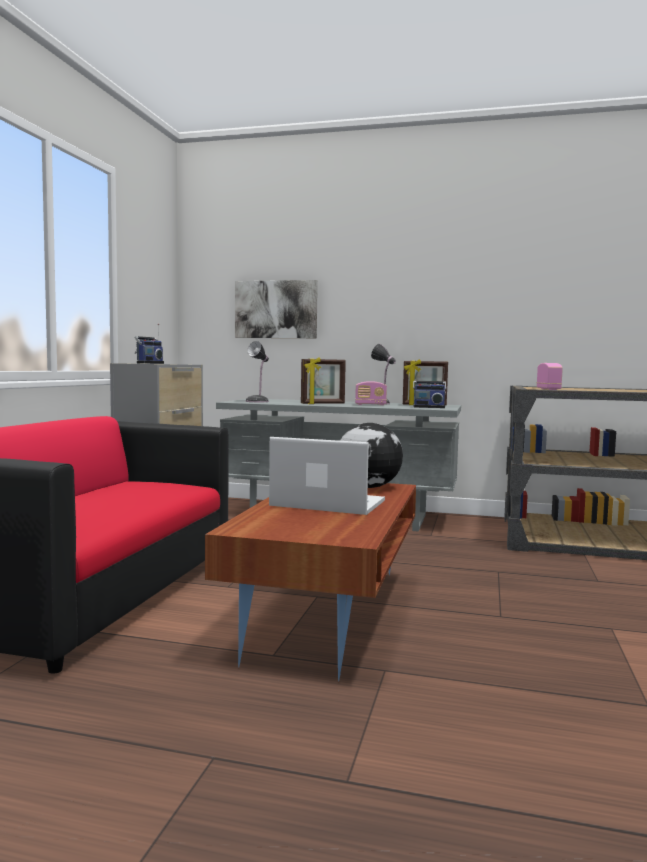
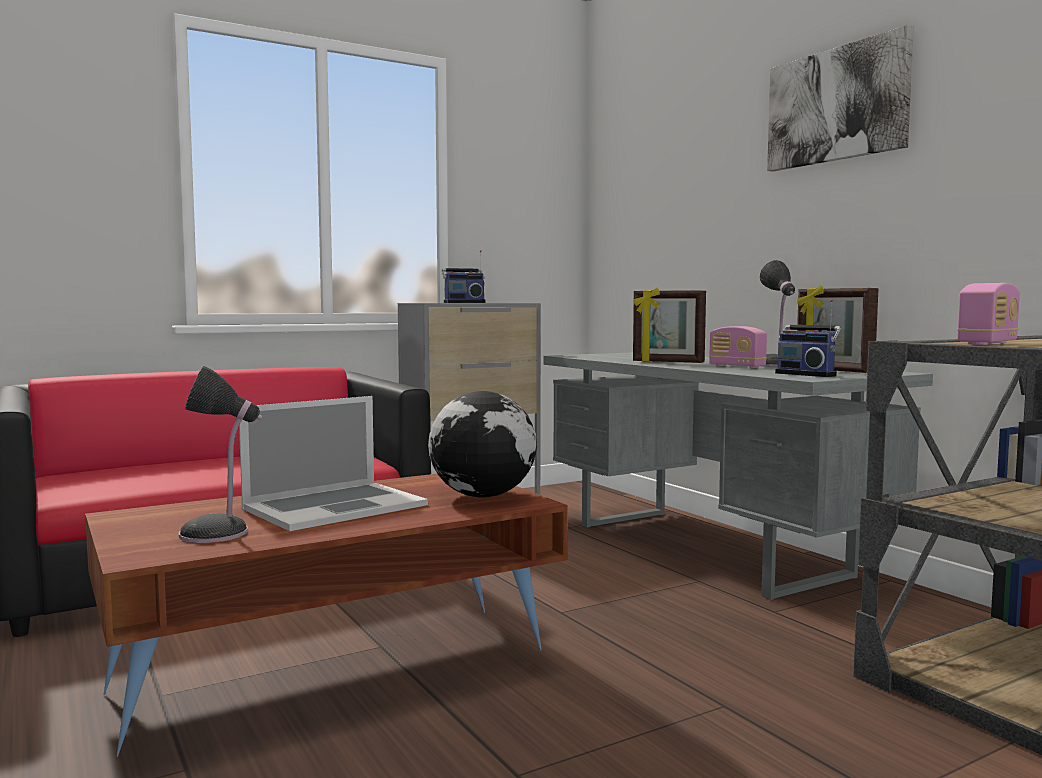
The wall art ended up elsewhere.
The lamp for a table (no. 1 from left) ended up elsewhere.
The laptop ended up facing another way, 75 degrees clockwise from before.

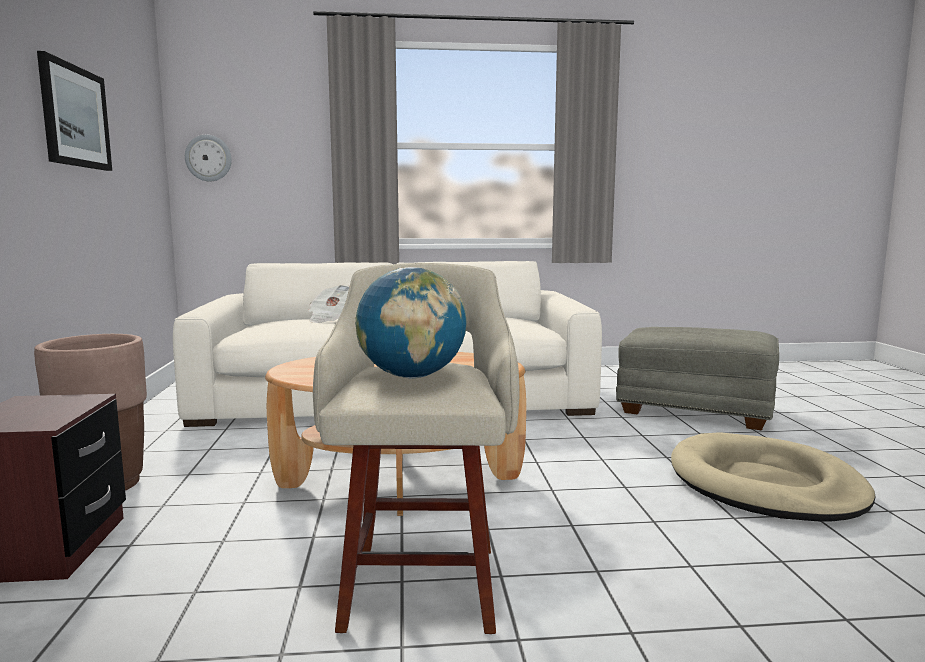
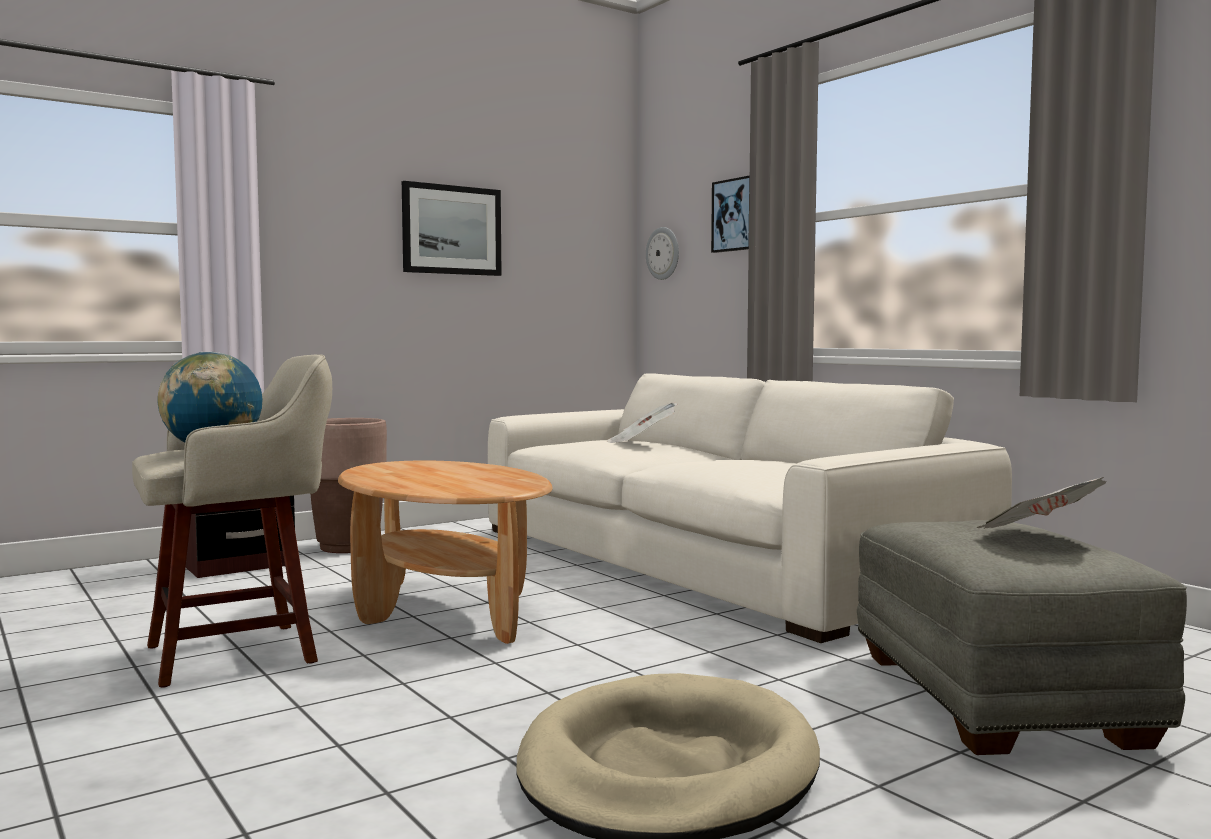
The second view gained the wall art (no. 2 from left).
The second view gained the daily paper (no. 2 from left).

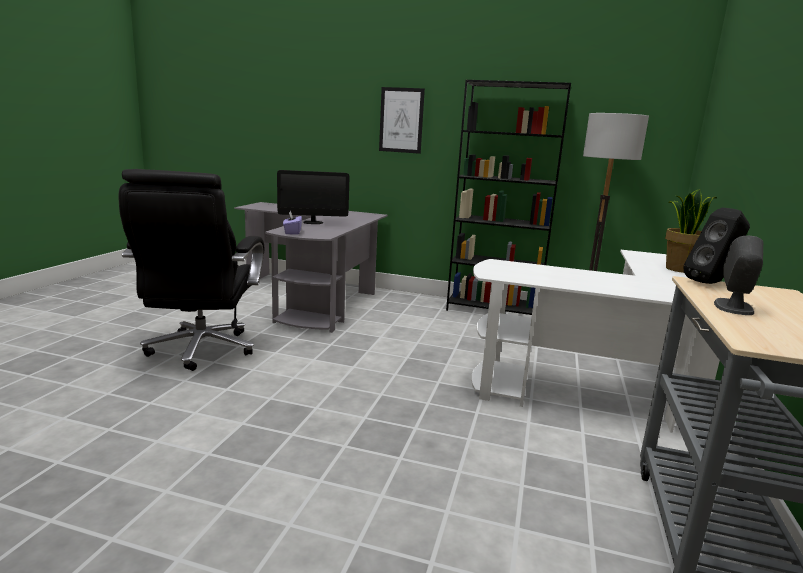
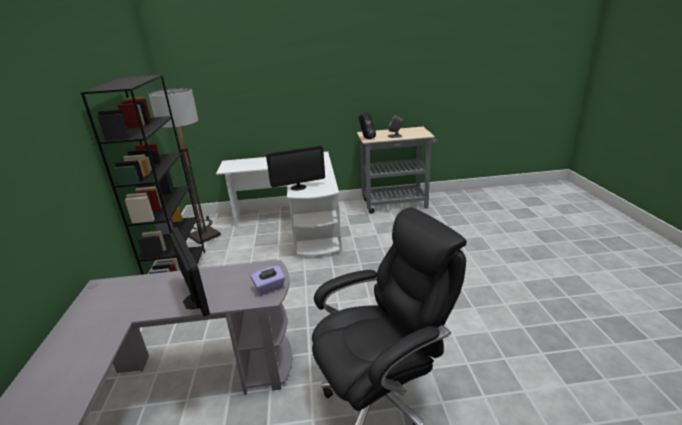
The second view lost the wall art.
The second view lost the potted plant.
The second view gained the computer screen (no. 2 from left).

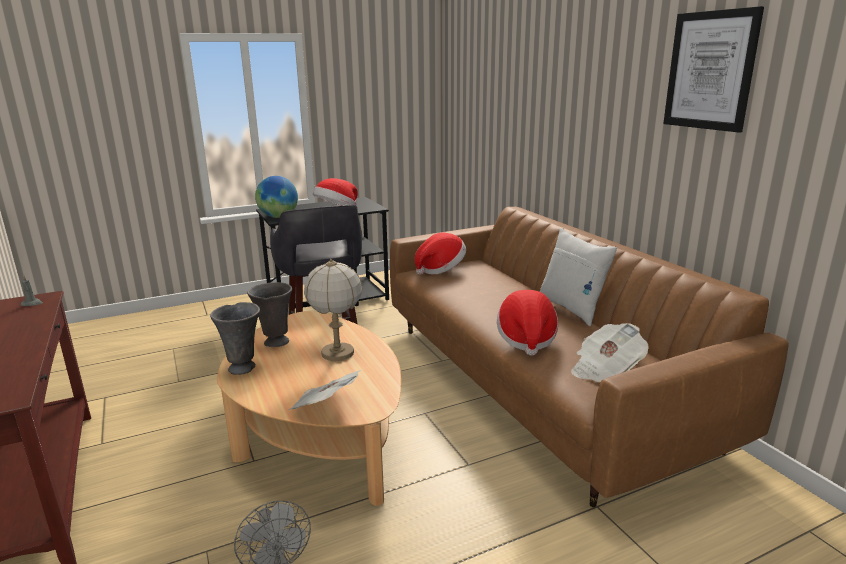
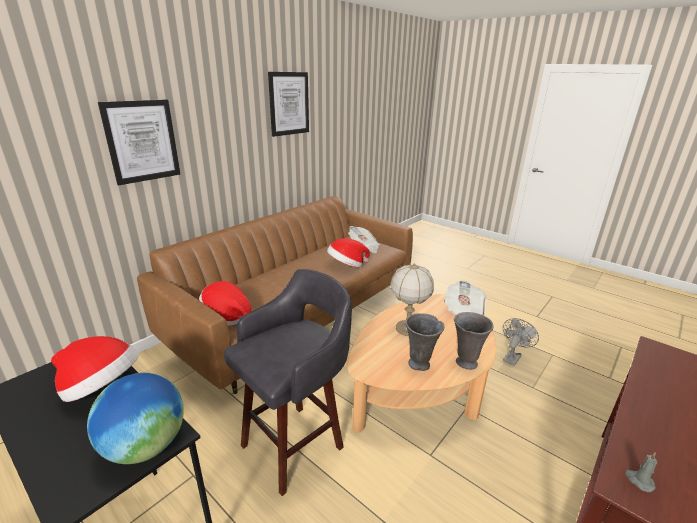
The second view lost the gray cushion.
The second view gained the wall art (no. 1 from left).

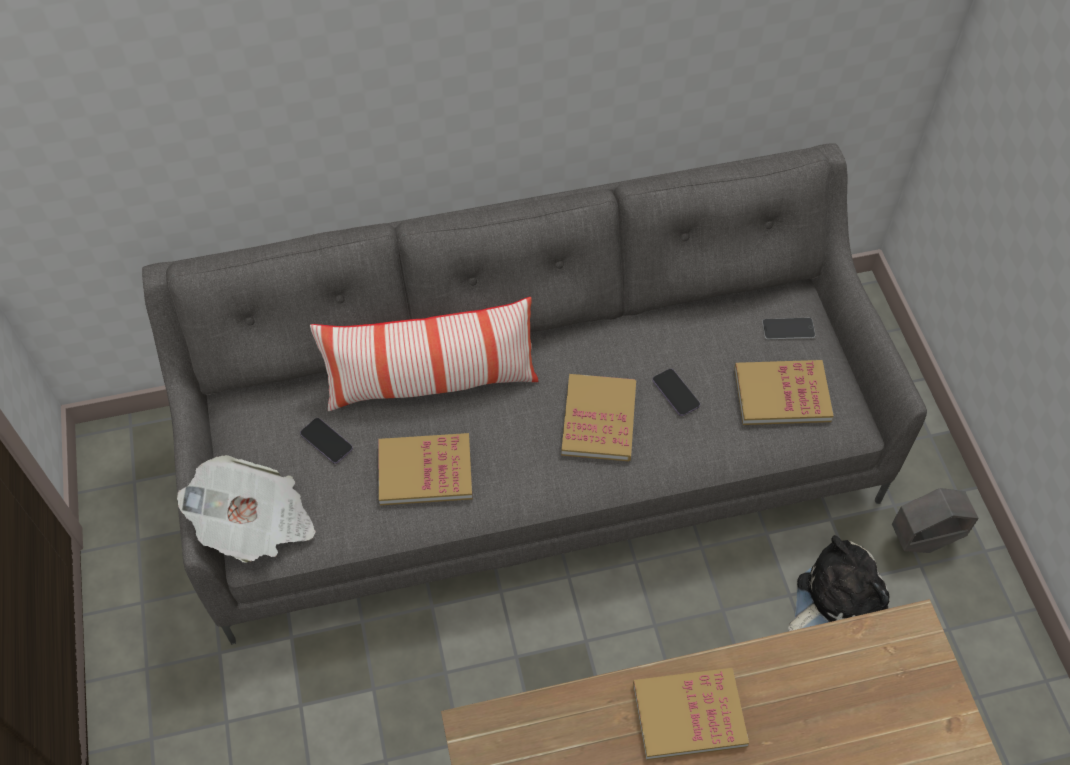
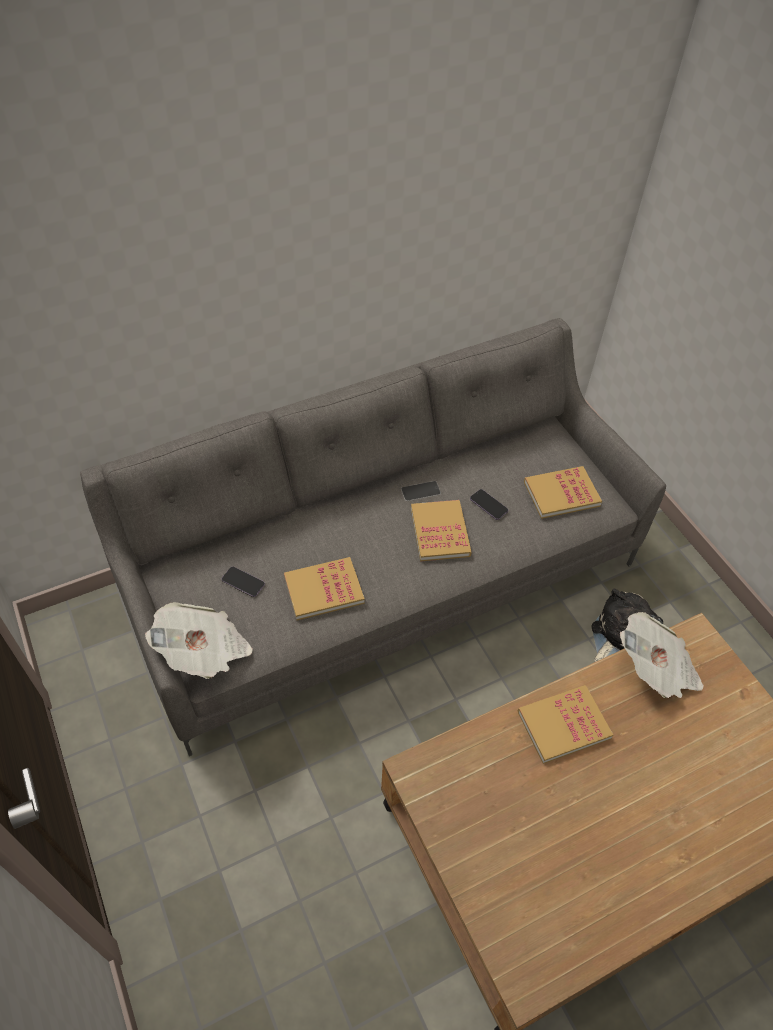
The second view lost the cushion.
The phone (no. 3 from left in the first image) ended up elsewhere.
The second view lost the gray planter.
The second view gained the daily paper (no. 2 from left).

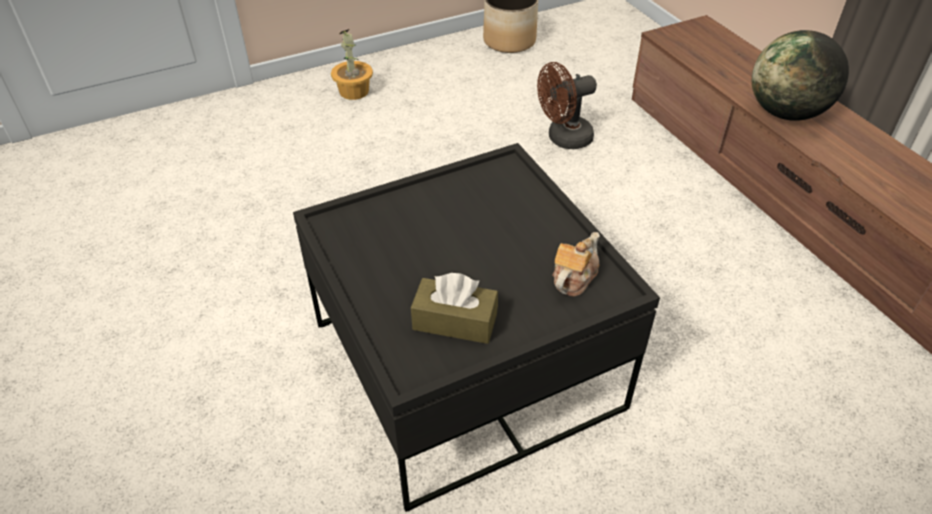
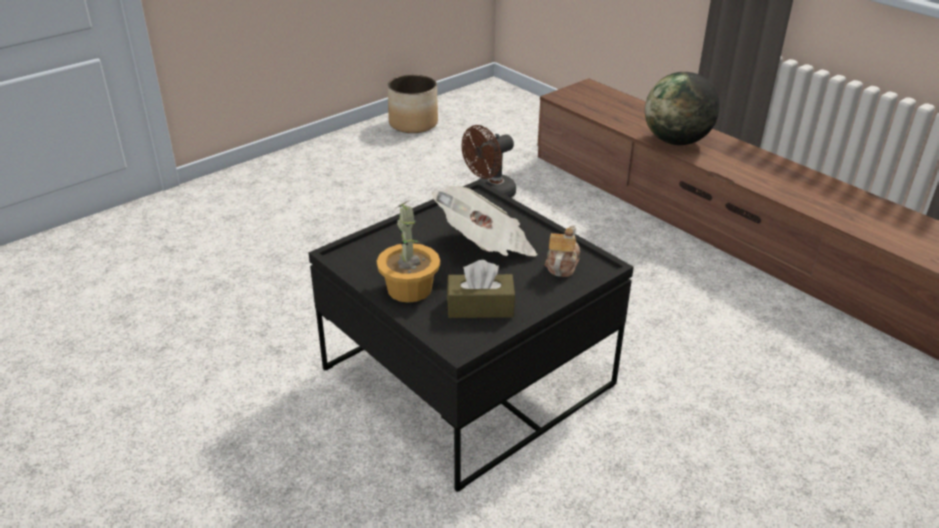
The potted plant ended up elsewhere.
The second view gained the daily paper.

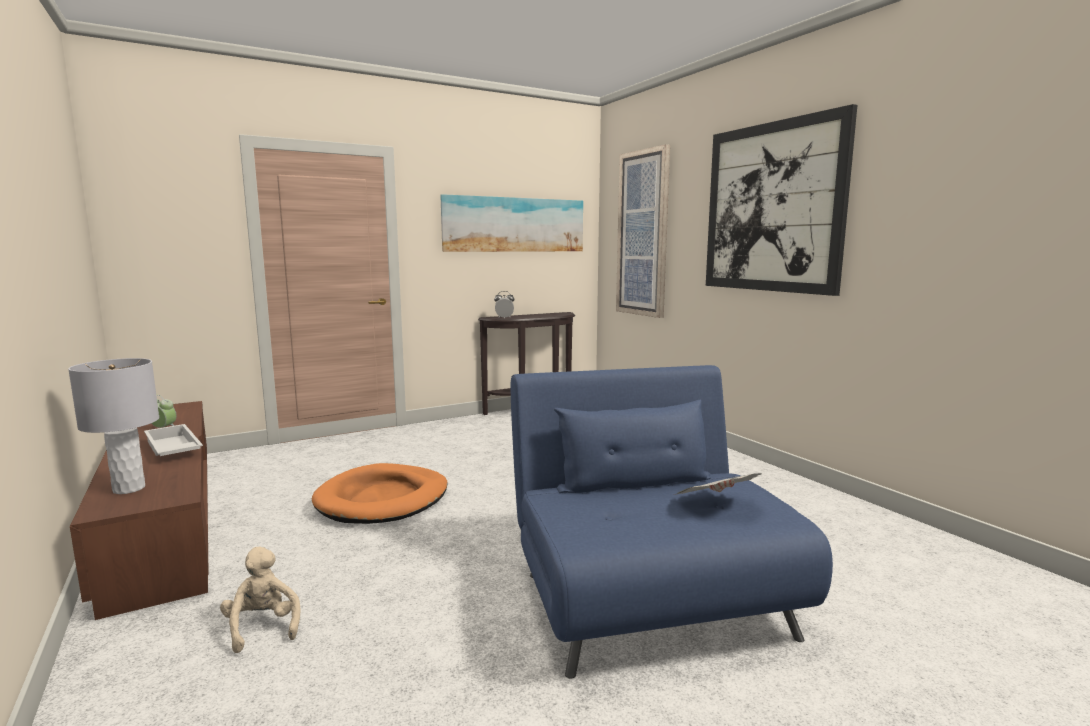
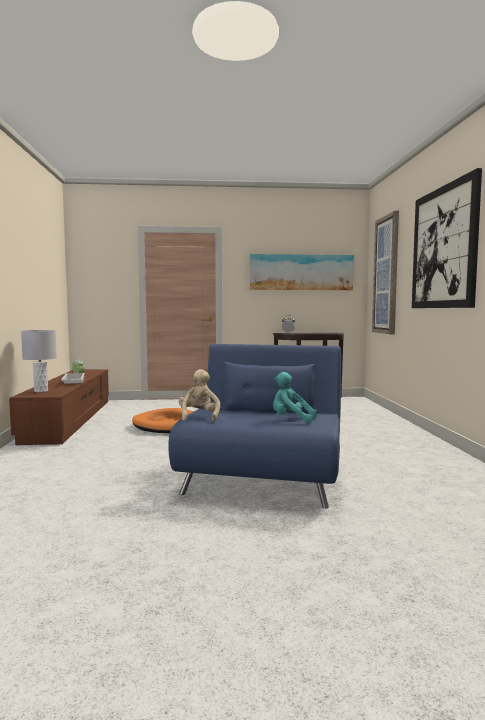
Where the daily paper stood, the blue-green cuddly toy came to stand.
The beige cuddly toy ended up elsewhere.

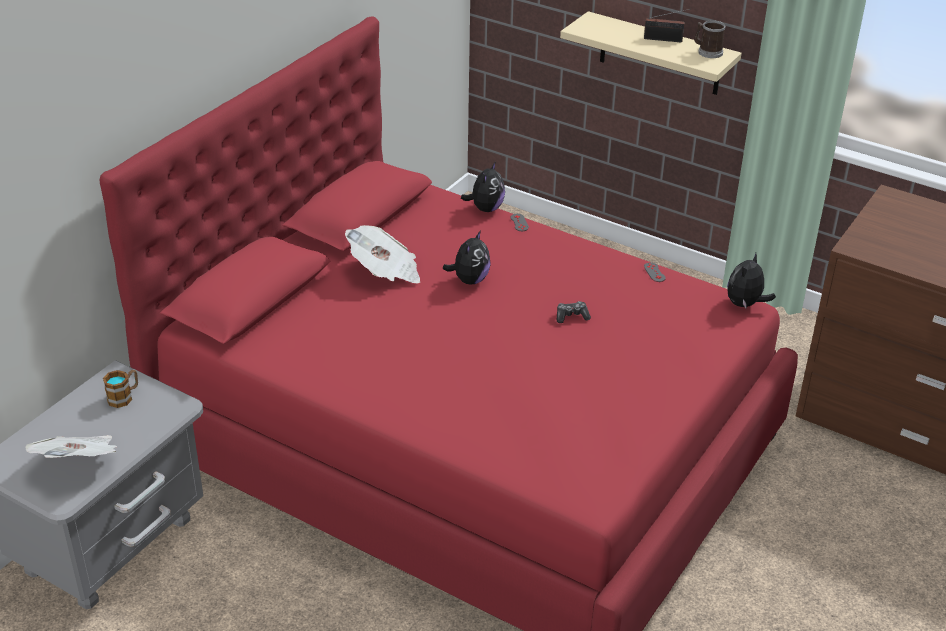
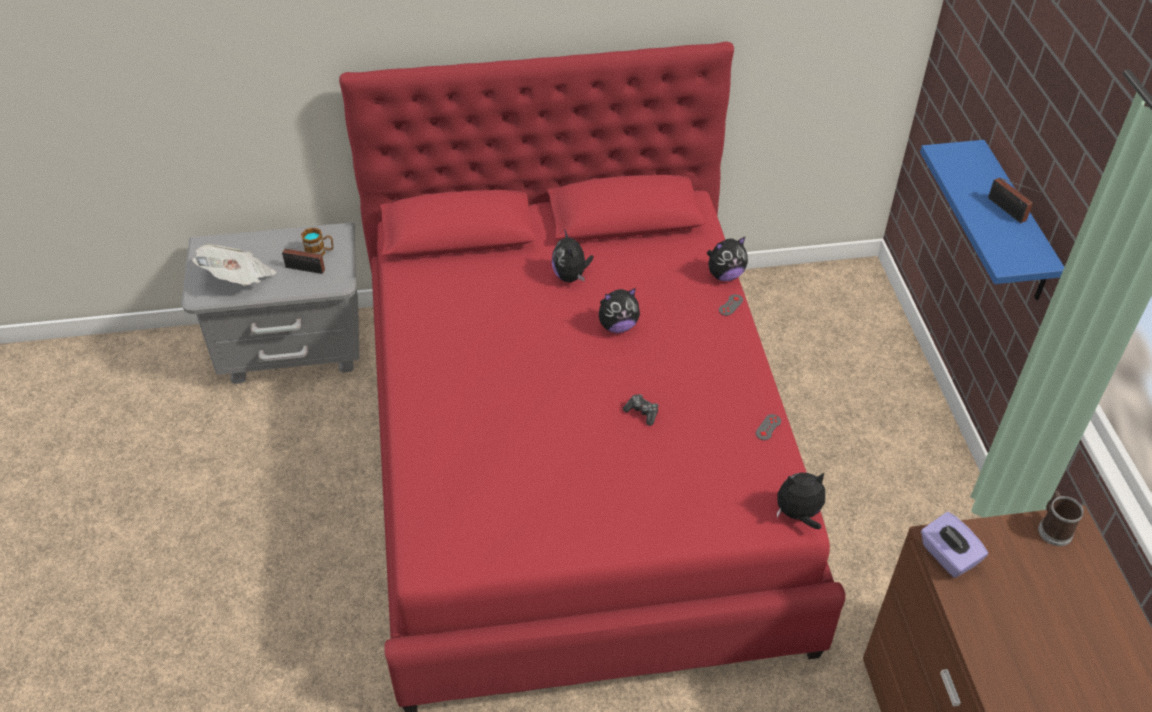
What was the beige wall shelf turned into the blue wall shelf.
The tea mug (no. 2 from left) ended up elsewhere.
Where the daily paper (no. 2 from left) stood, the cuddly toy (no. 1 from left) came to stand.
The second view gained the radio receiver (no. 1 from left).
The second view gained the purplish box of tissues.

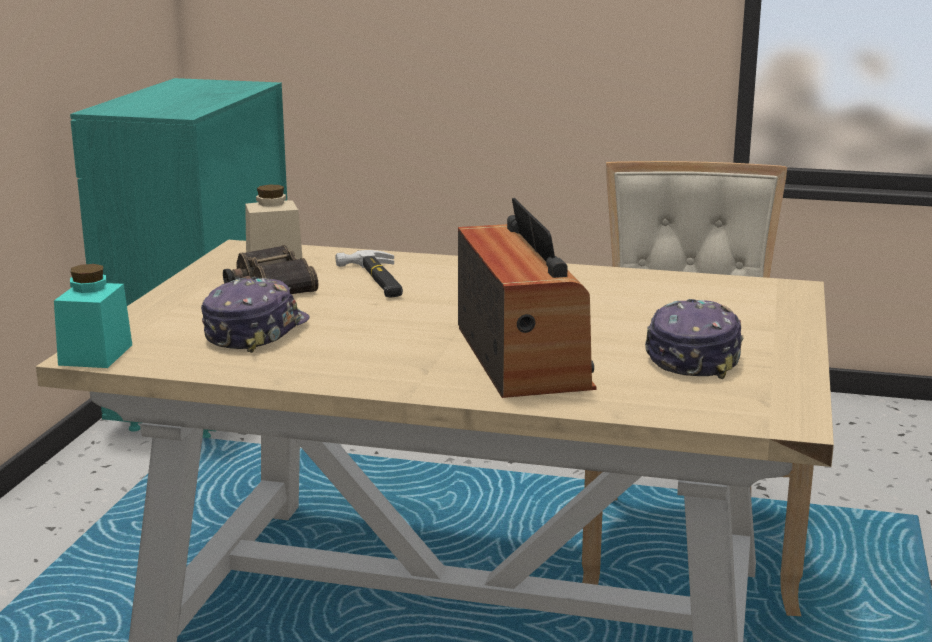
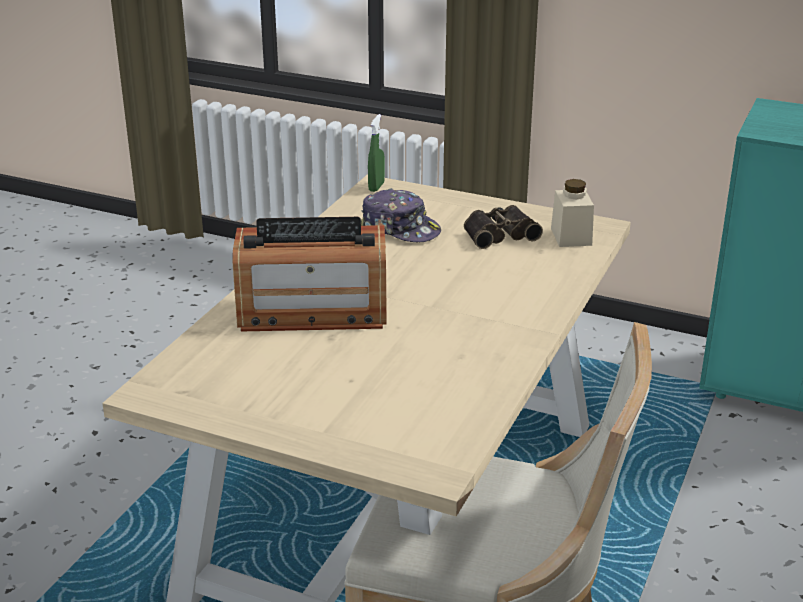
The second view lost the hand hammer.
Where the blue-green storage jar stood, the green spray bottle came to stand.
The second view lost the cap (no. 2 from left).

